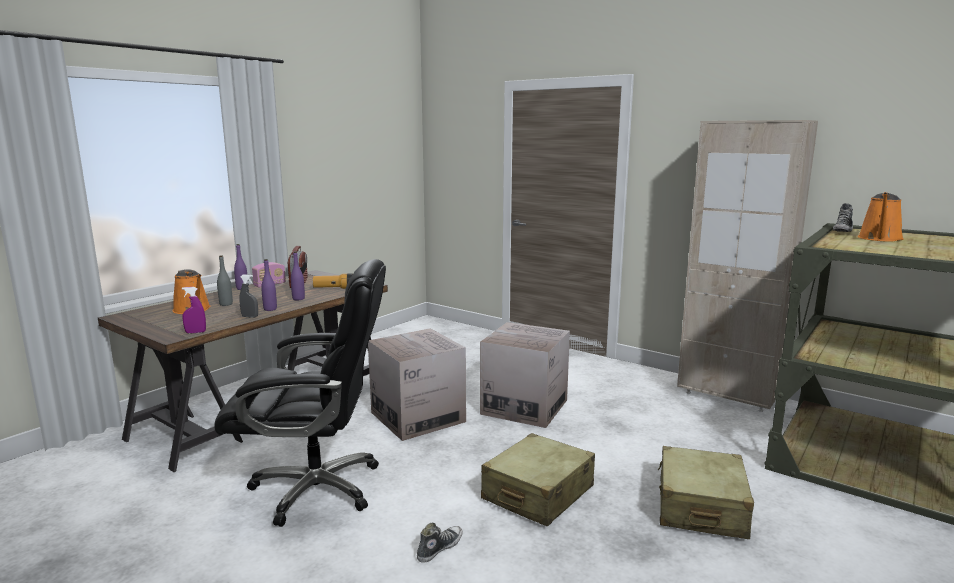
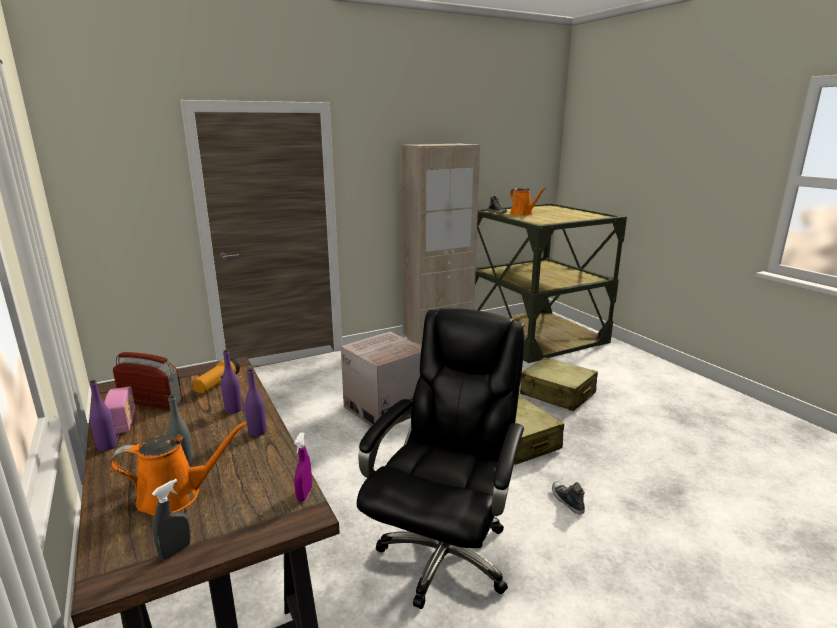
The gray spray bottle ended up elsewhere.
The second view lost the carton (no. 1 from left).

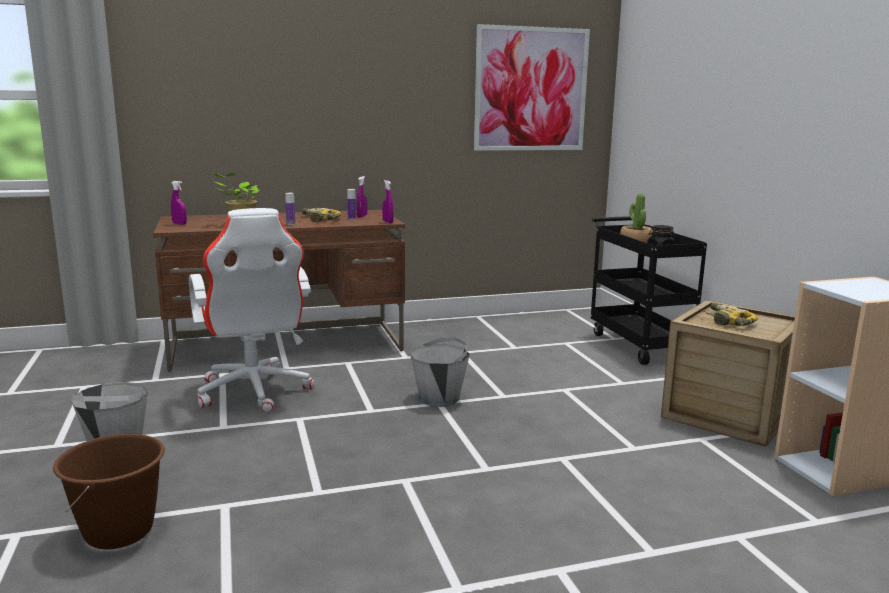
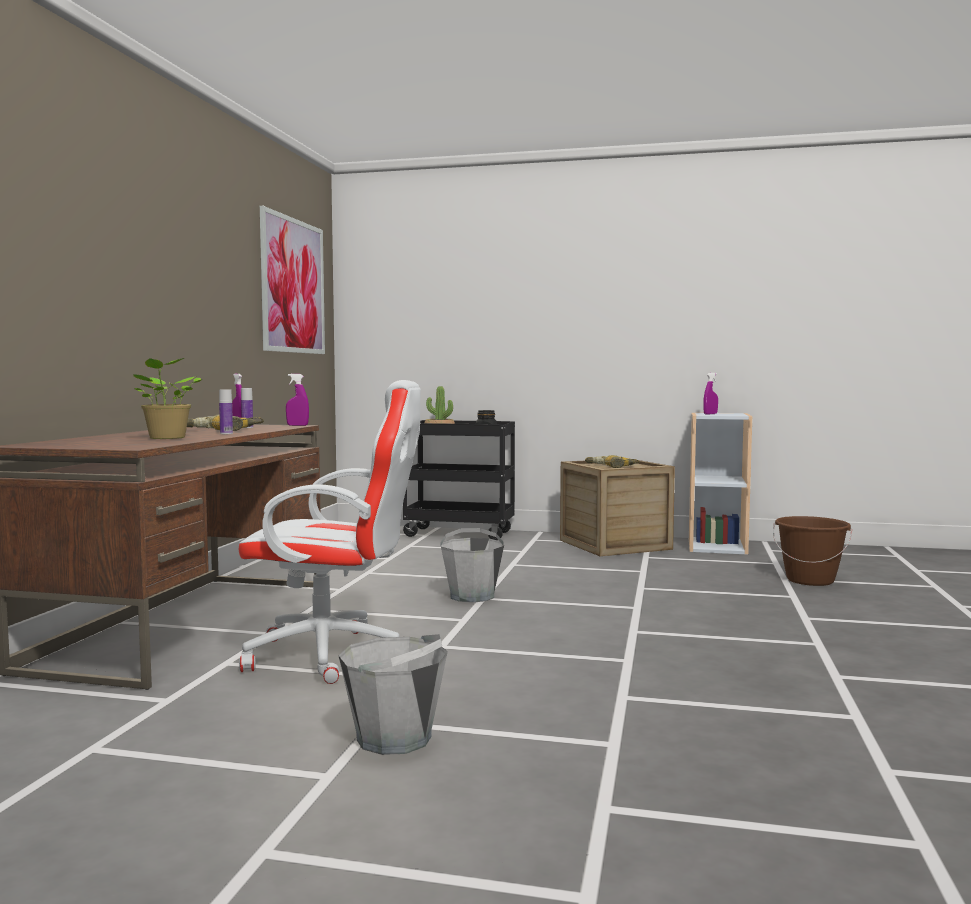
The purplish spray bottle (no. 1 from left in the first image) ended up elsewhere.
The brown water bucket ended up elsewhere.

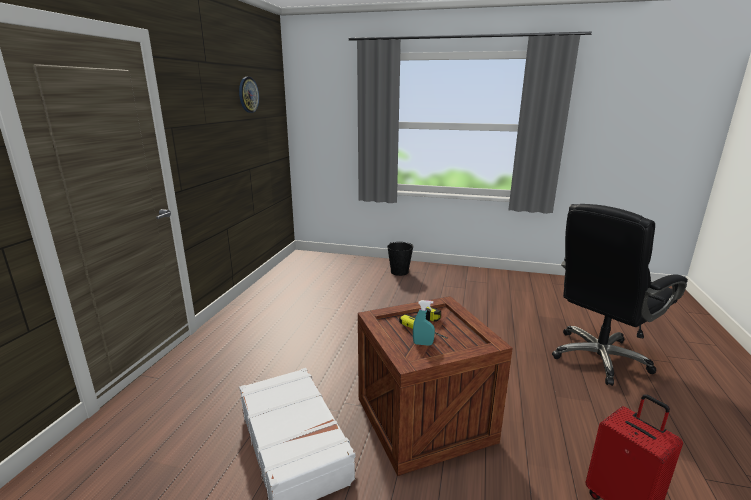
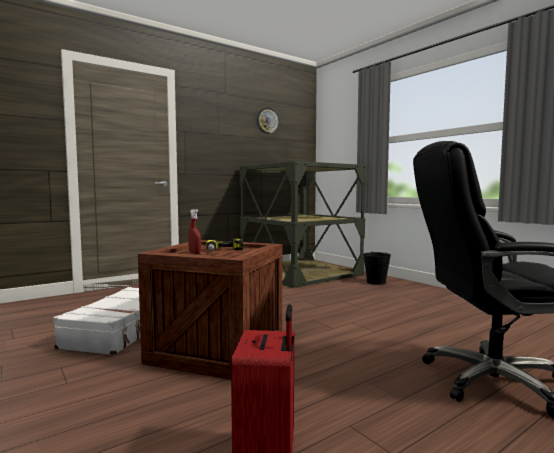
What was the blue-green spray bottle turned into the red spray bottle.
The second view gained the bookshelf.

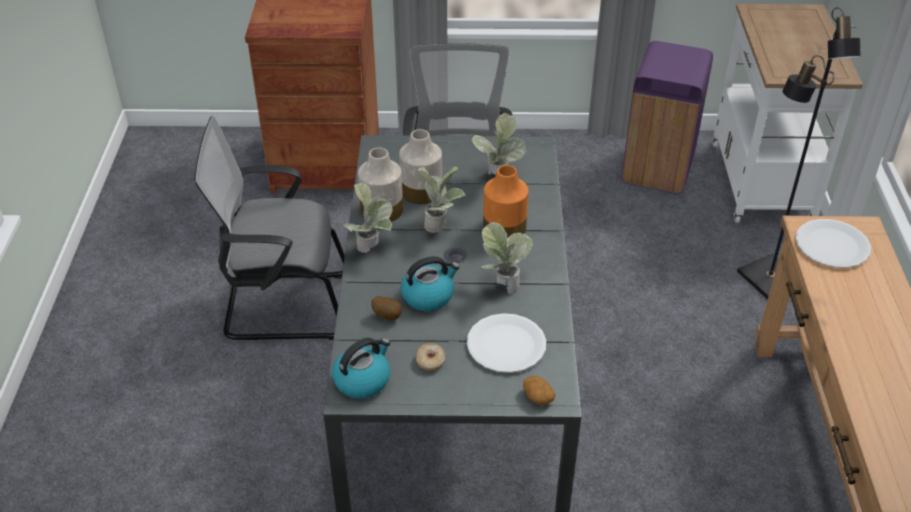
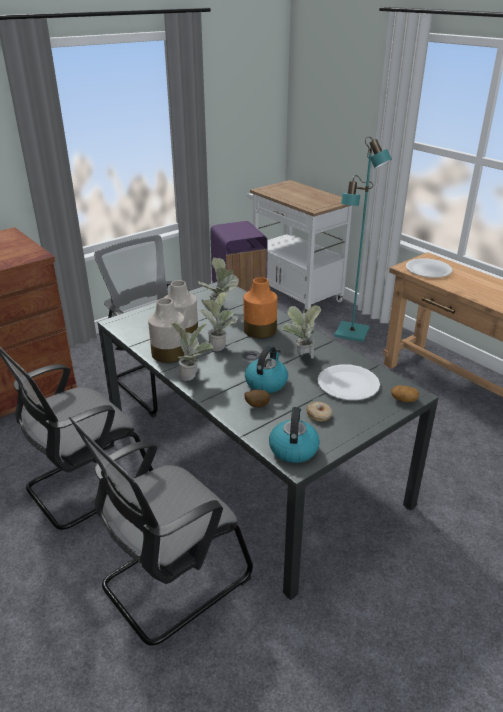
What was the black-coloured floor lamp turned into the blue-green floor lamp.
The second view gained the chair (no. 3 from left).

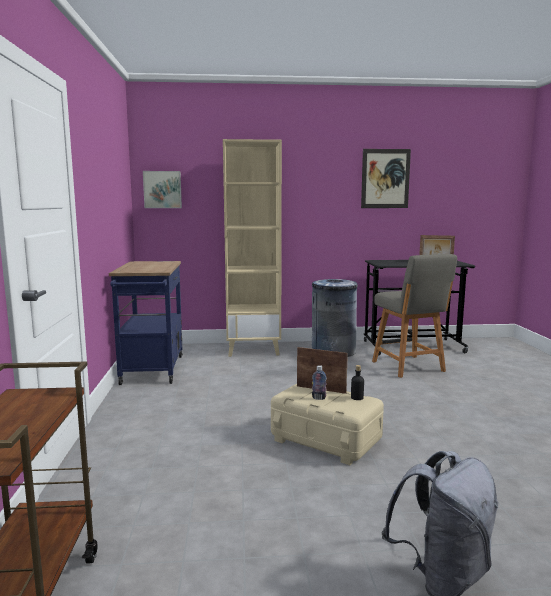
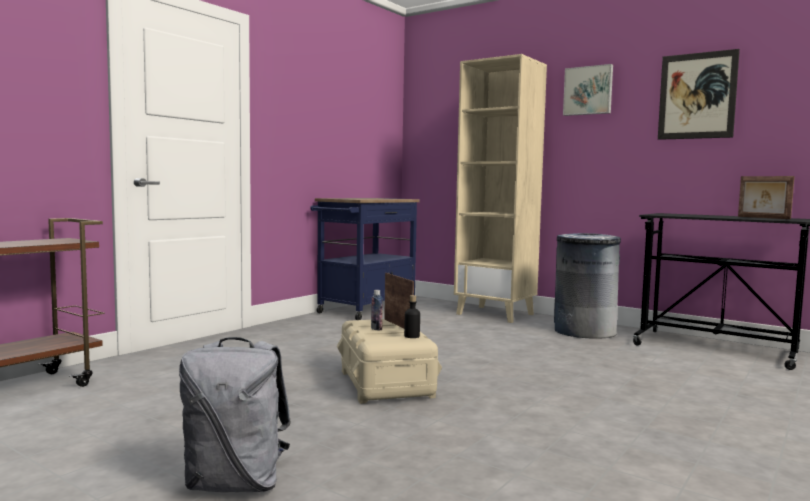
The wall art (no. 1 from left) ended up elsewhere.
The second view lost the gray chair.

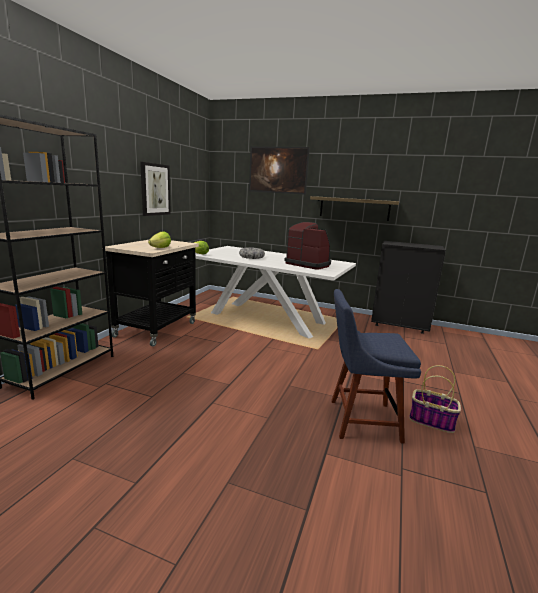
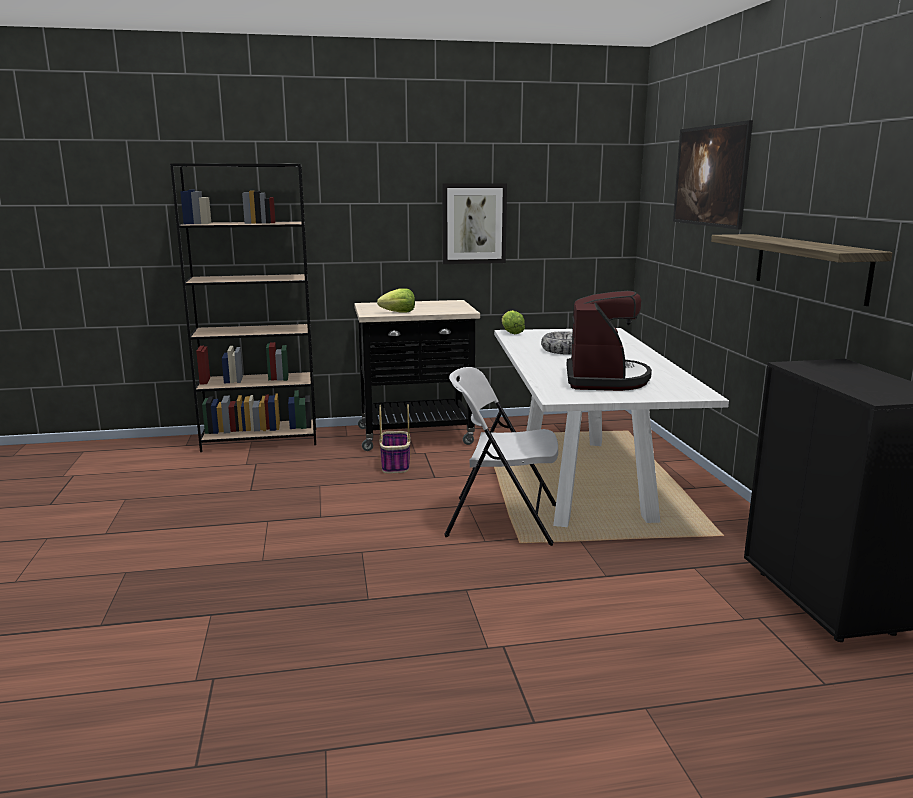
The second view lost the blue chair.
The household basket ended up elsewhere.
The second view gained the white chair.

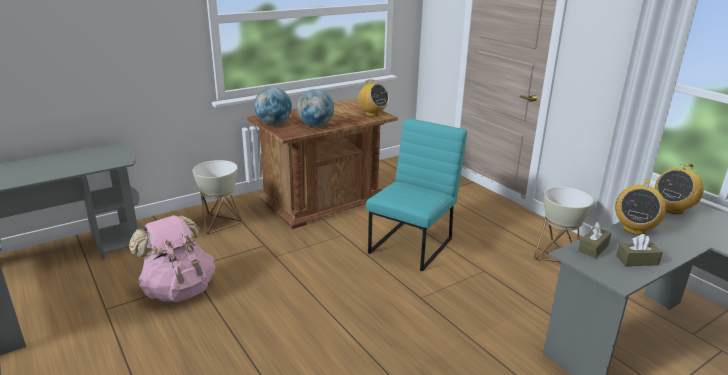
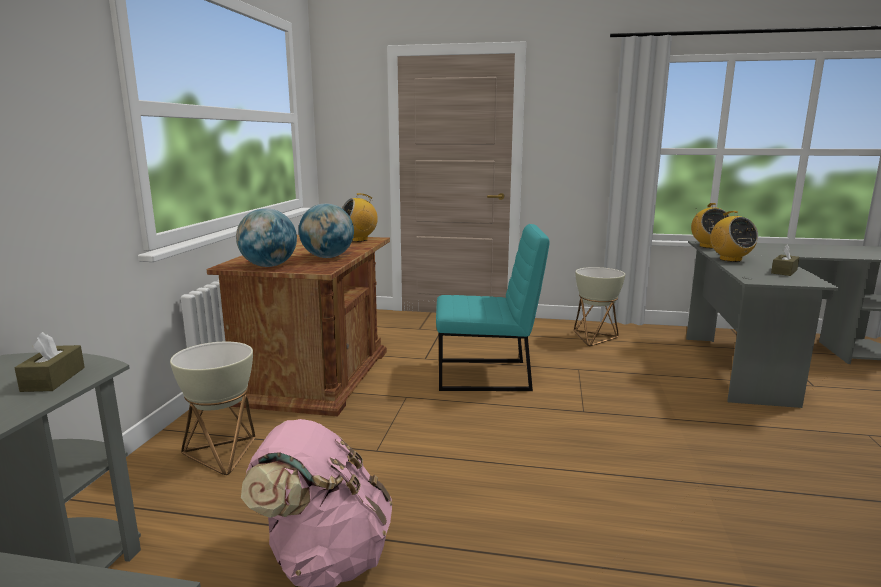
The radio receiver (no. 1 from left) ended up facing another way, 150 degrees clockwise from before.
The blue-green chair ended up facing another way, 105 degrees clockwise from before.
The brown box of tissues (no. 1 from left) ended up elsewhere.

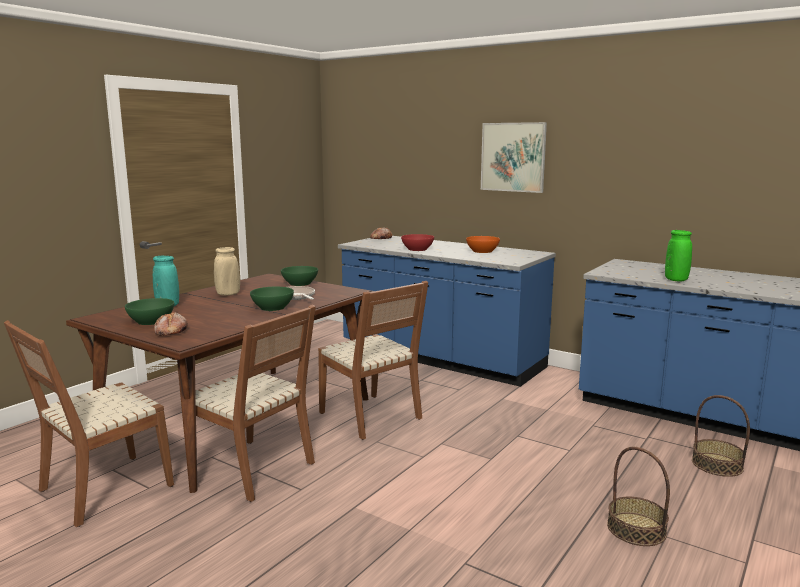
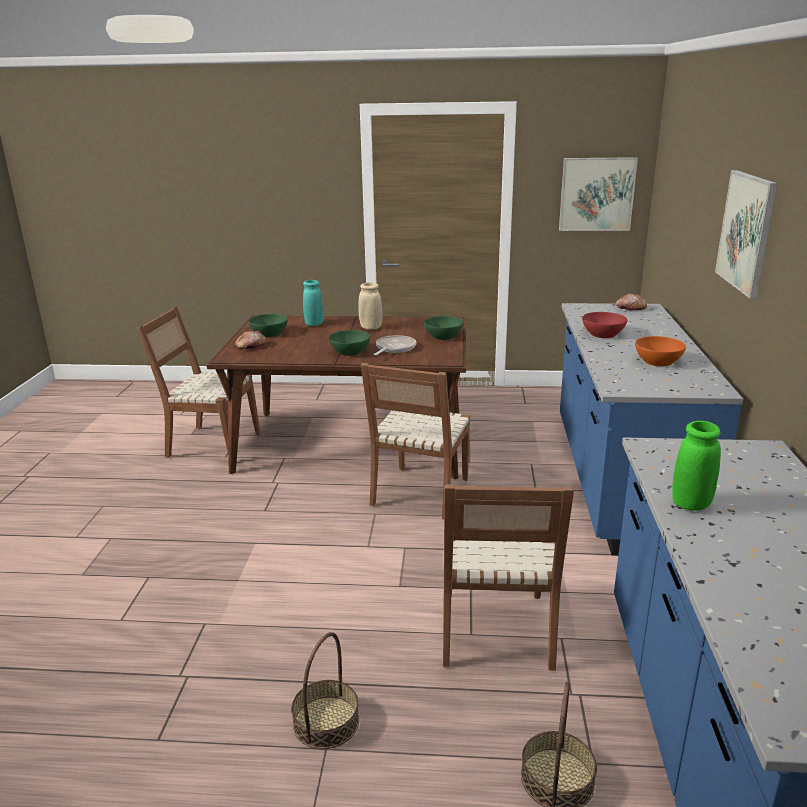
The chair (no. 2 from left in the first image) ended up elsewhere.
The second view gained the wall art (no. 1 from left).

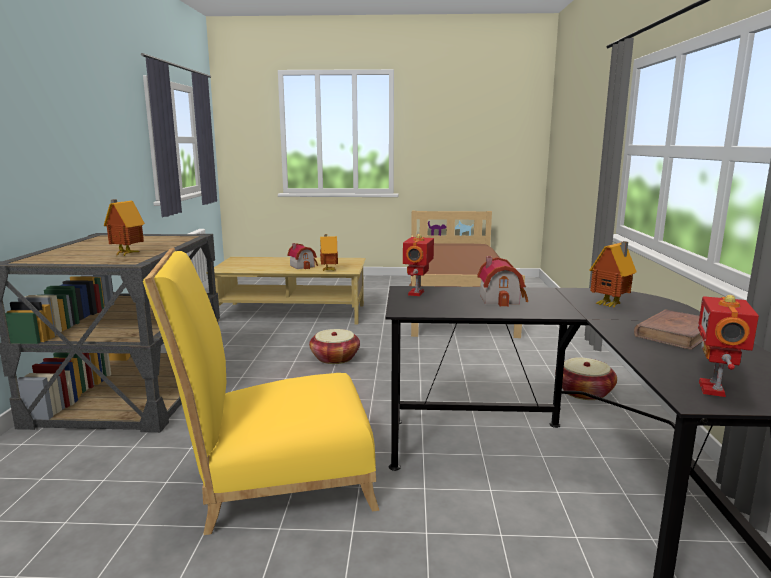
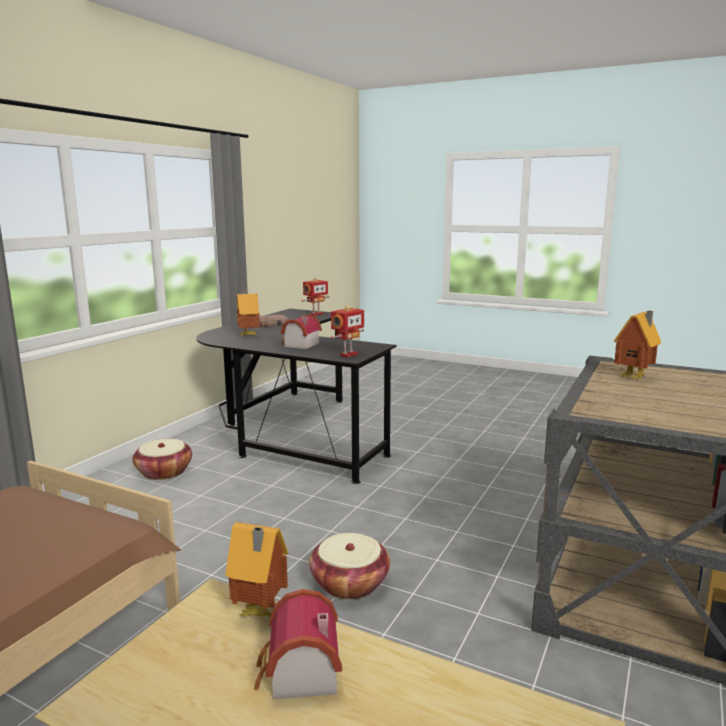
The second view lost the yellow chair.

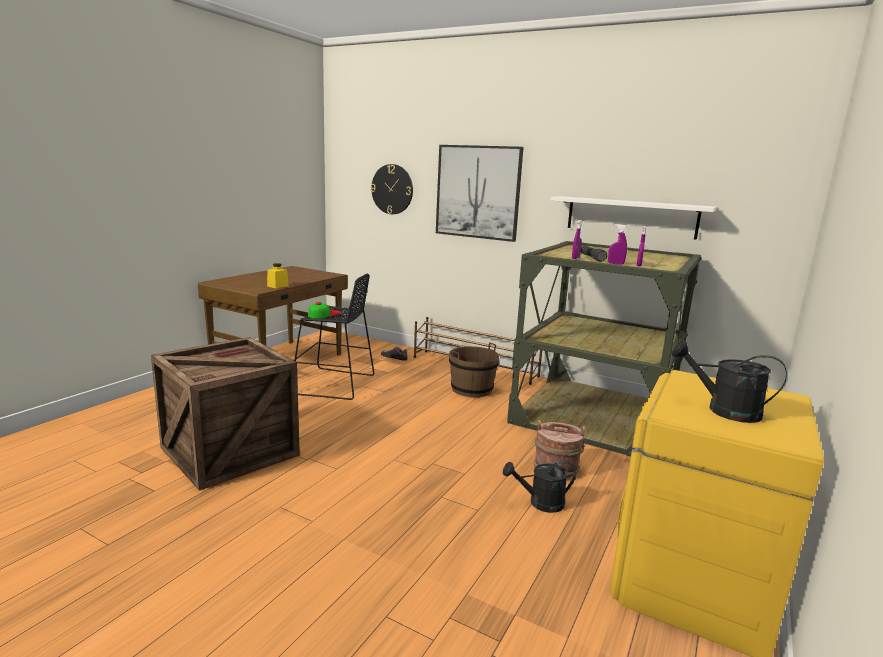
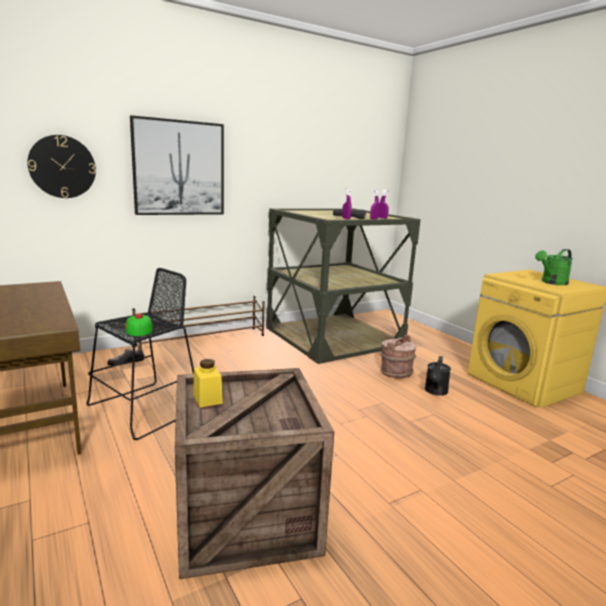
The second view lost the white wall shelf.
The yellow storage jar ended up elsewhere.
What was the black-coloured watering pot (no. 2 from left) turned into the green watering pot.
The second view lost the brown water bucket (no. 1 from left).

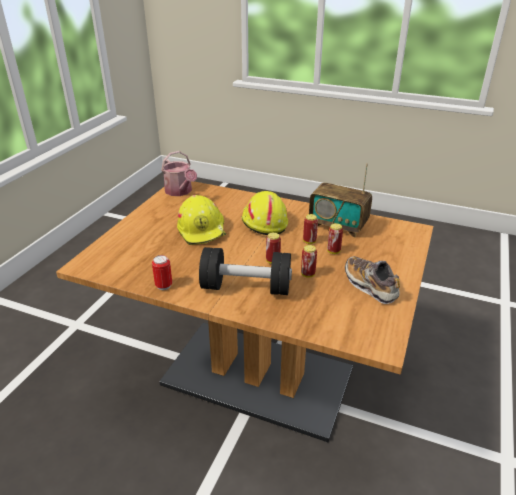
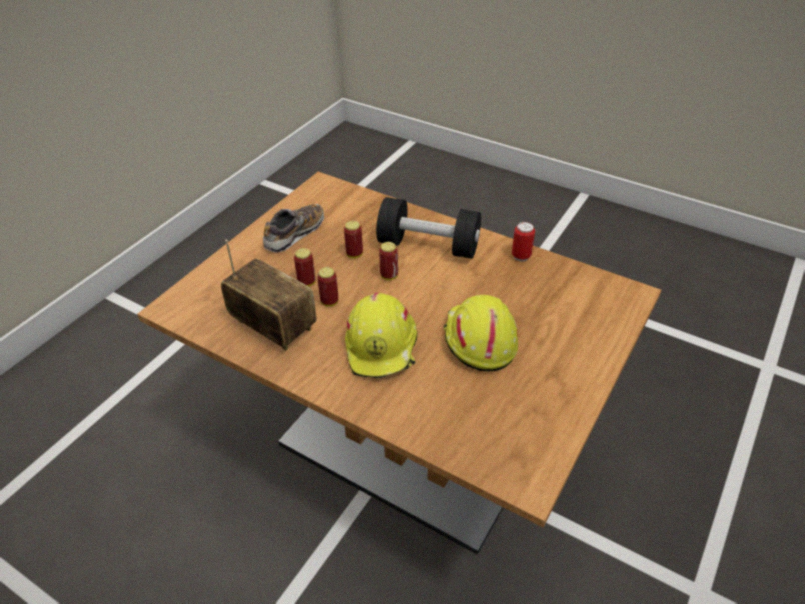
The second view lost the watering pot.
The item of footwear ended up facing another way, 120 degrees counterclockwise from before.

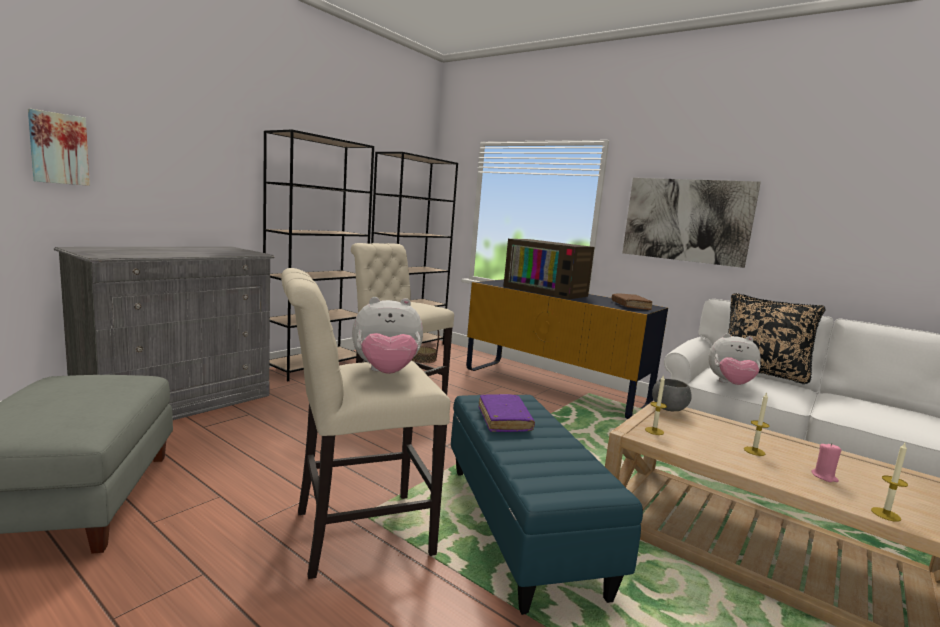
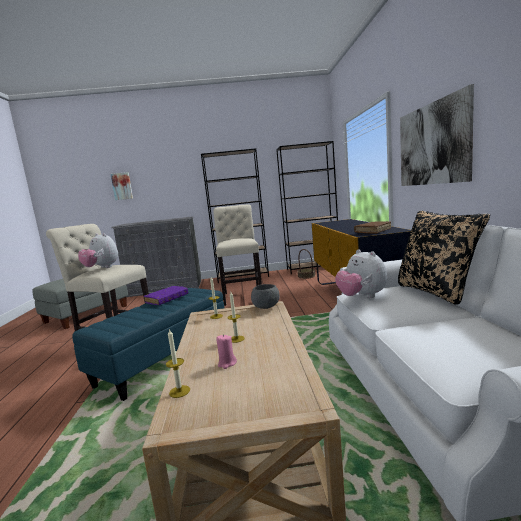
The second view lost the TV set.

